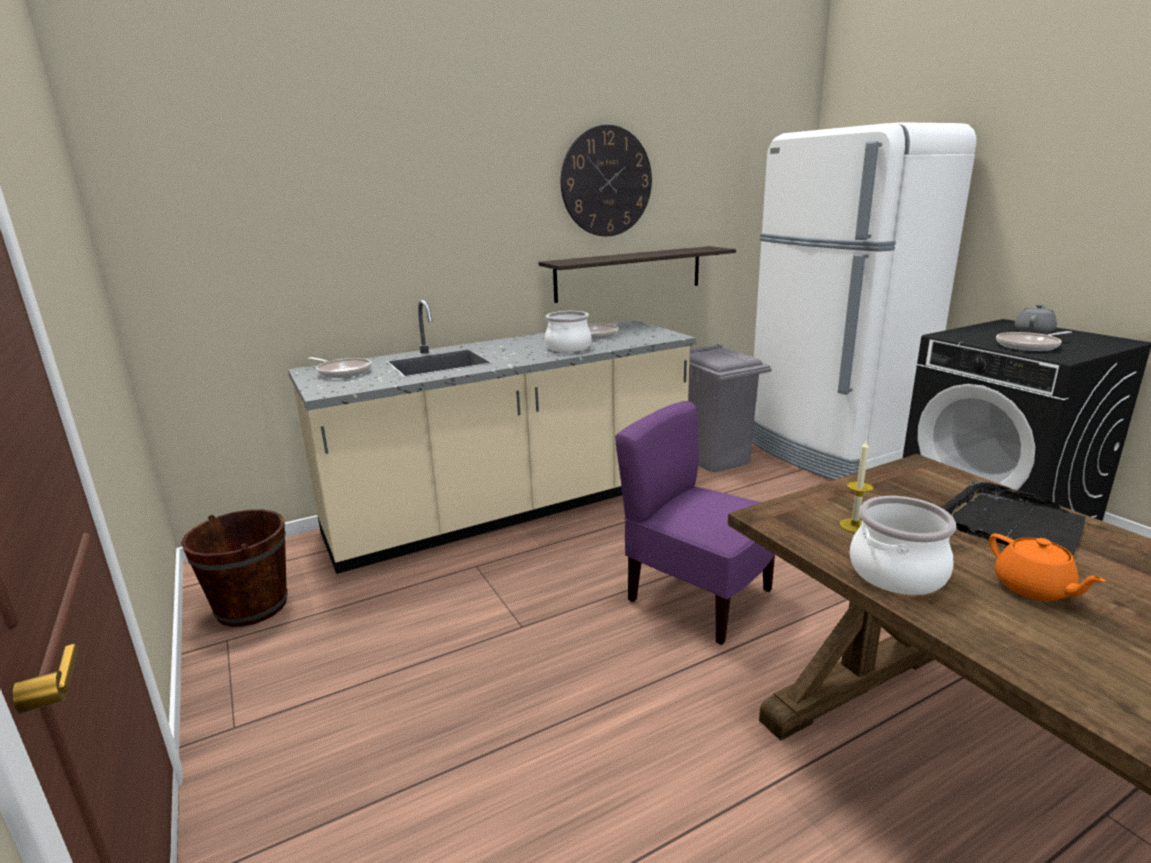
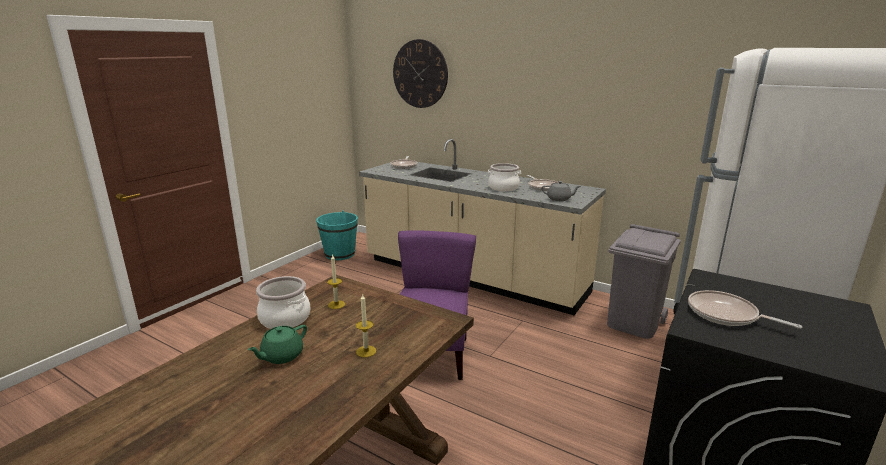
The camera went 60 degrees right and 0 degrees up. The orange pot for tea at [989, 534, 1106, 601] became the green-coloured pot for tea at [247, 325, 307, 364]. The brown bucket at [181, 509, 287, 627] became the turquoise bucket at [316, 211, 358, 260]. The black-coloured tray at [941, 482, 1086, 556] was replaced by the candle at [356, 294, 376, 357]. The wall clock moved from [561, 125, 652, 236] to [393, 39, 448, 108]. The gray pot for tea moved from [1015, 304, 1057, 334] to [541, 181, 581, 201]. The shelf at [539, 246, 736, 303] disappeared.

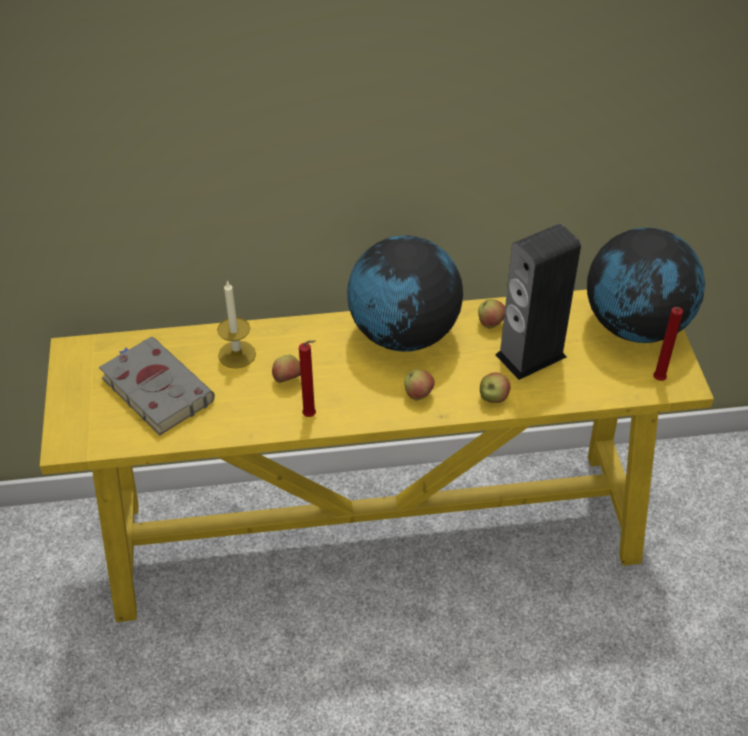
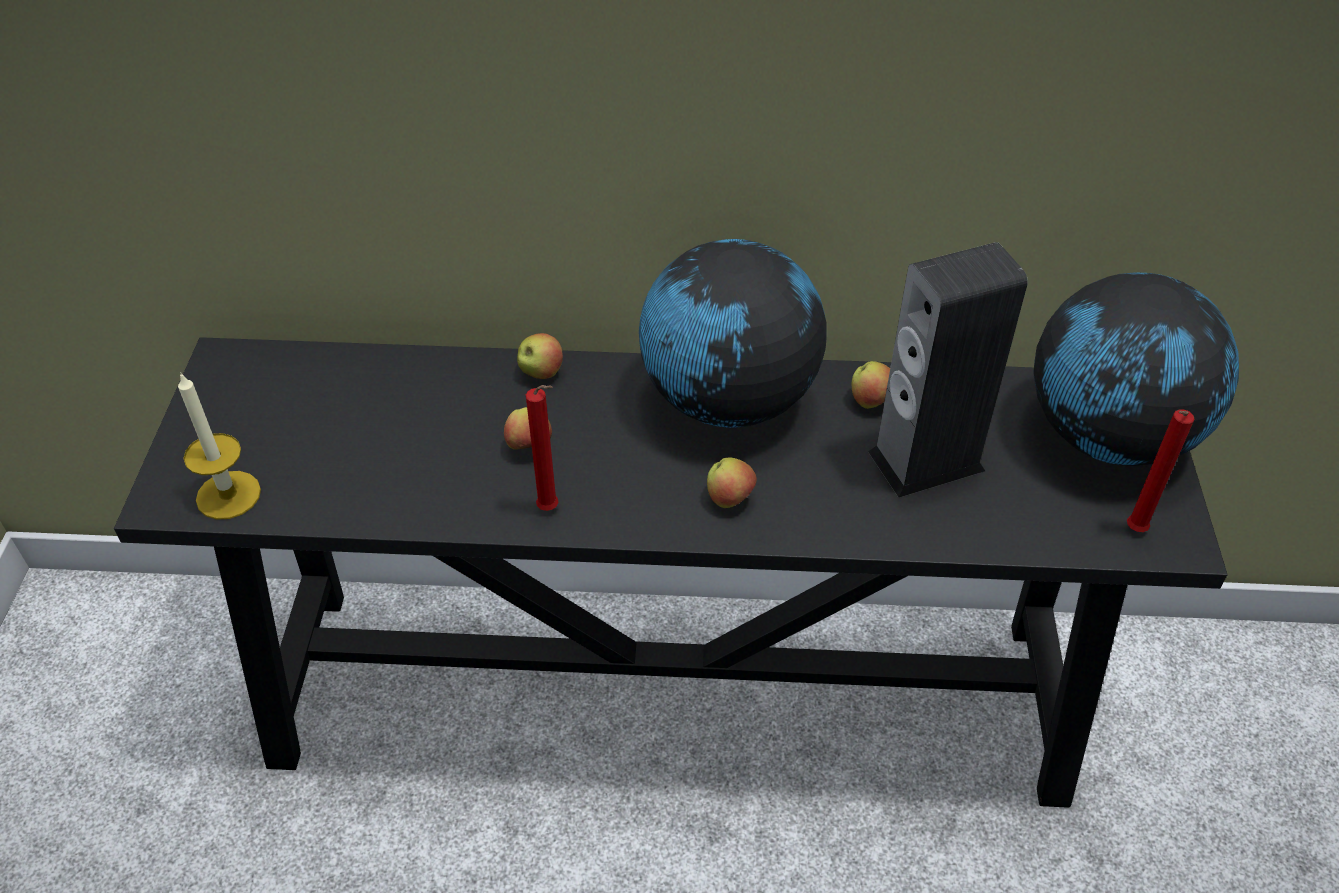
The camera went 10 degrees right and 0 degrees up. The yellow narrow table at [40, 290, 714, 622] became the black-coloured narrow table at [114, 337, 1228, 808]. The candle moved from [217, 280, 256, 369] to [178, 372, 261, 520]. The whole apple moved from [480, 372, 511, 403] to [517, 333, 563, 379]. The gray volume at [99, 336, 215, 435] disappeared.

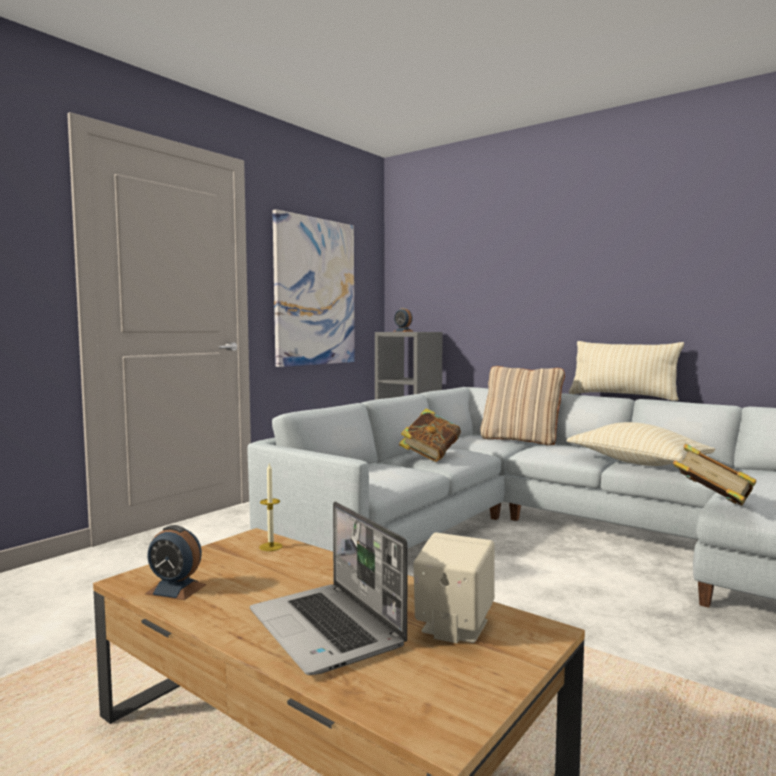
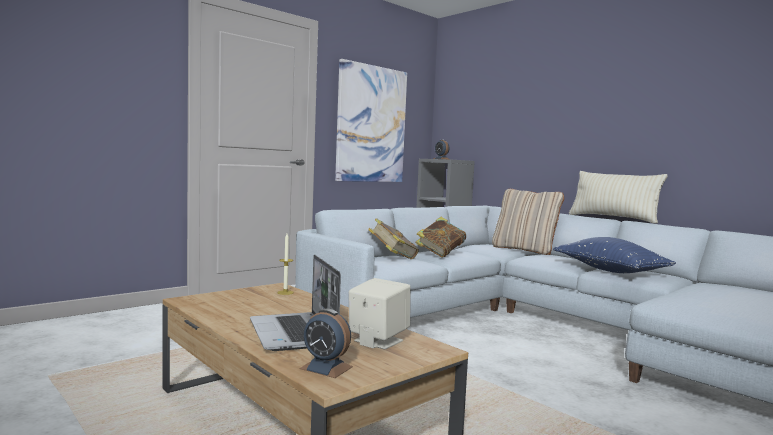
The camera went 10 degrees right and 0 degrees up. The table clock moved from [145, 525, 206, 600] to [300, 309, 353, 378]. The volume moved from [673, 444, 756, 506] to [368, 218, 419, 259]. The beige-coloured cushion at [566, 422, 716, 466] became the blue-coloured cushion at [553, 237, 676, 273].

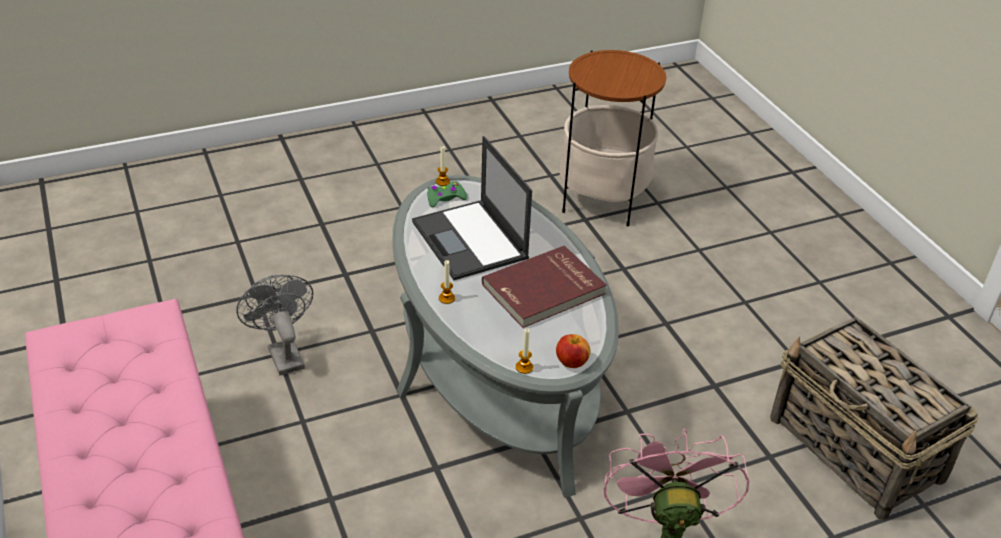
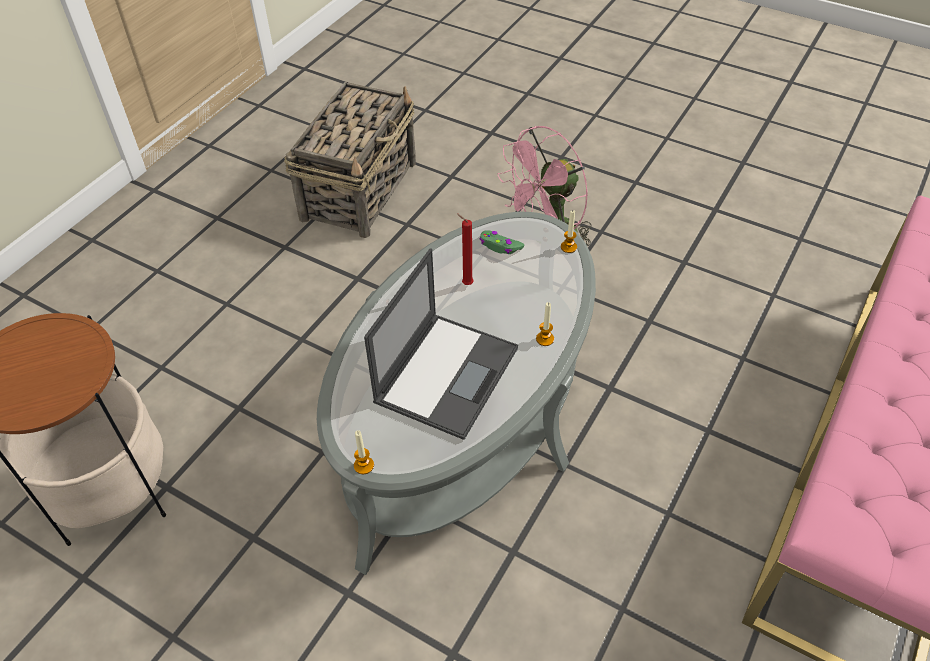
The camera went 125 degrees left and 10 degrees up. The red-coloured volume at [482, 246, 607, 328] was replaced by the red-coloured candle at [457, 214, 473, 285]. The green-coloured game controller moved from [427, 181, 467, 207] to [480, 230, 524, 254]. The gray electric fan at [236, 275, 313, 375] disappeared. The whole apple at [556, 334, 591, 368] disappeared.

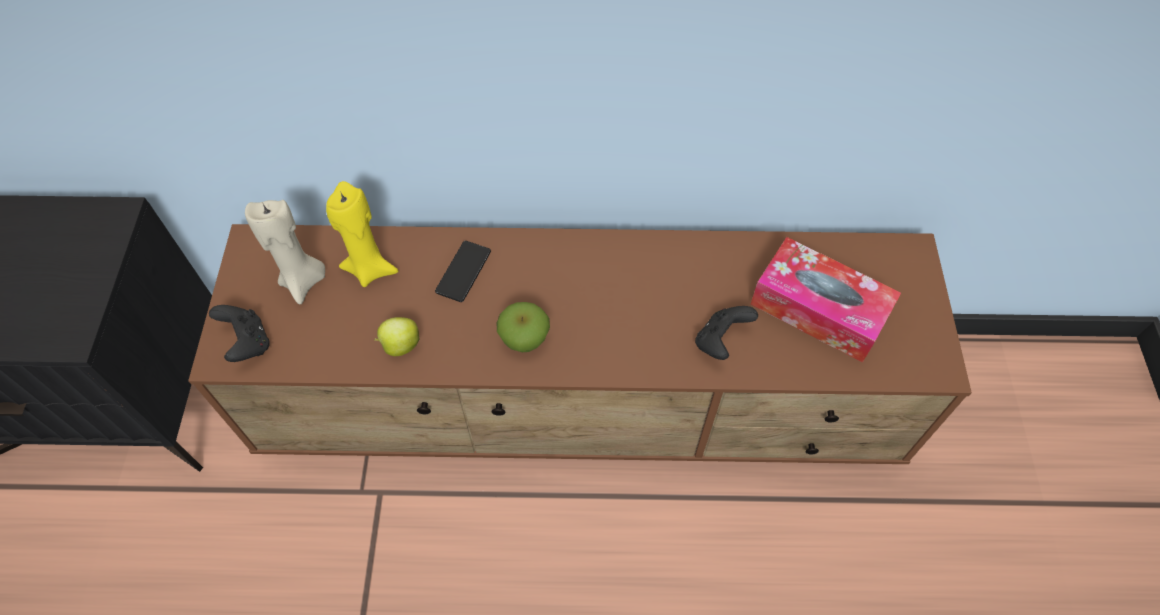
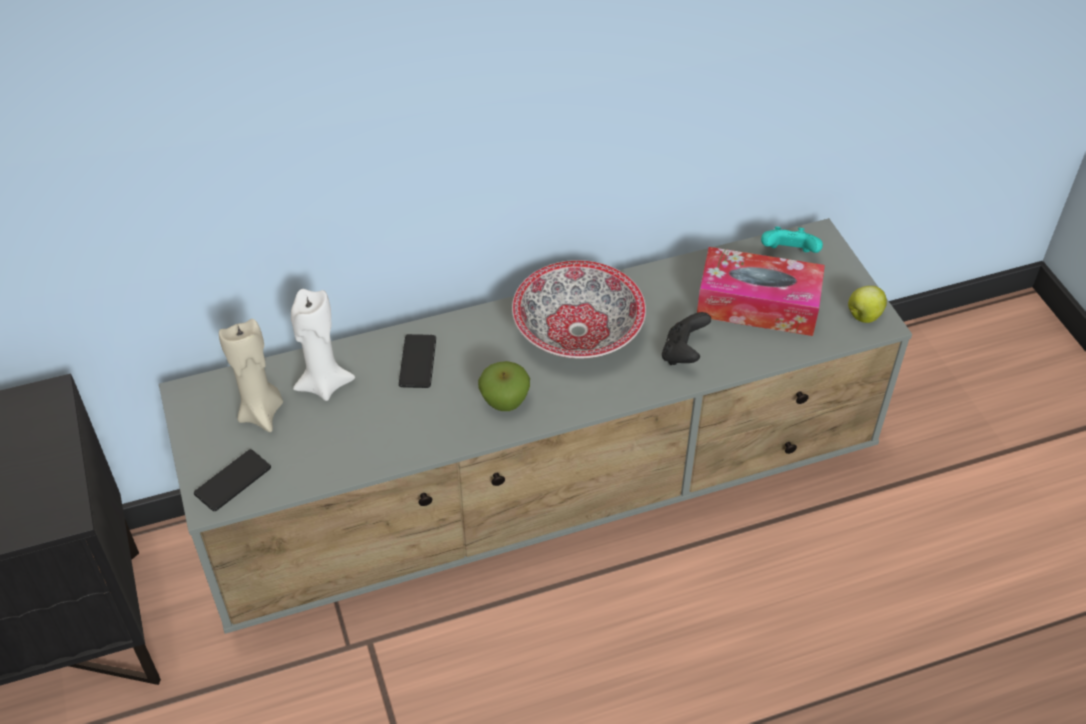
The camera went 20 degrees left and 10 degrees down. The brown media console at [188, 224, 972, 464] became the gray media console at [159, 218, 912, 634]. The black-coloured game controller at [209, 305, 270, 362] was replaced by the phone at [194, 449, 271, 511]. The yellow candle at [326, 181, 398, 287] became the whitish candle at [291, 289, 355, 401]. The serving bowl at [512, 260, 646, 358] appeared. The turquoise game controller at [761, 226, 823, 253] appeared. The whole apple moved from [374, 317, 419, 356] to [848, 286, 887, 323].

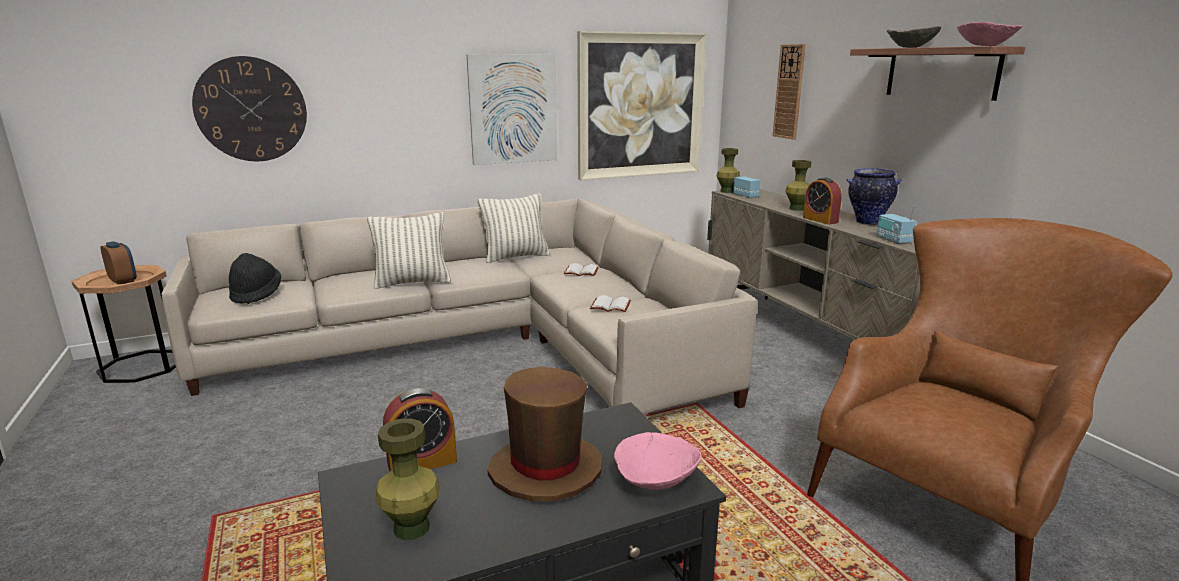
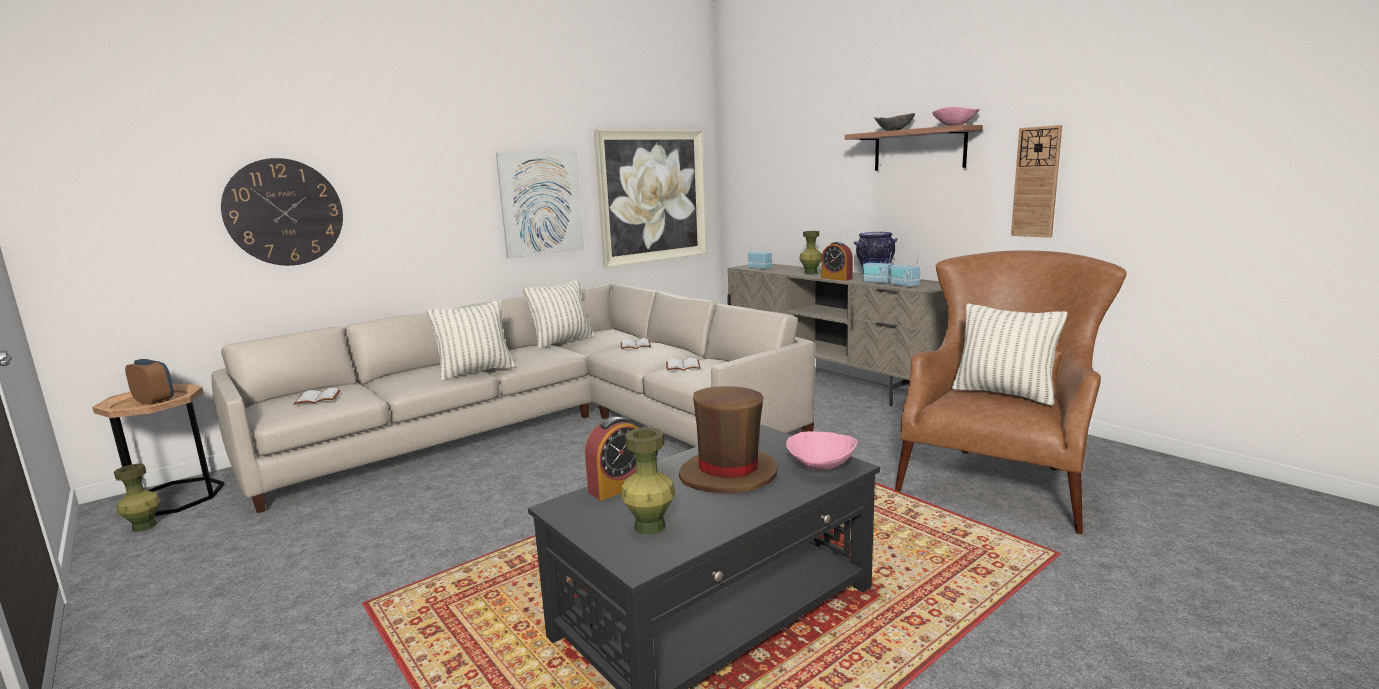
The camera went 15 degrees left and 5 degrees down. The green-coloured decorative vase moved from [716, 148, 740, 193] to [114, 464, 161, 532]. The black-coloured hat at [229, 253, 281, 304] was replaced by the whitish volume at [294, 388, 341, 405]. The radio set at [863, 252, 893, 284] appeared. The cushion at [952, 304, 1067, 406] appeared. The wall clock moved from [773, 44, 806, 139] to [1011, 125, 1062, 238].

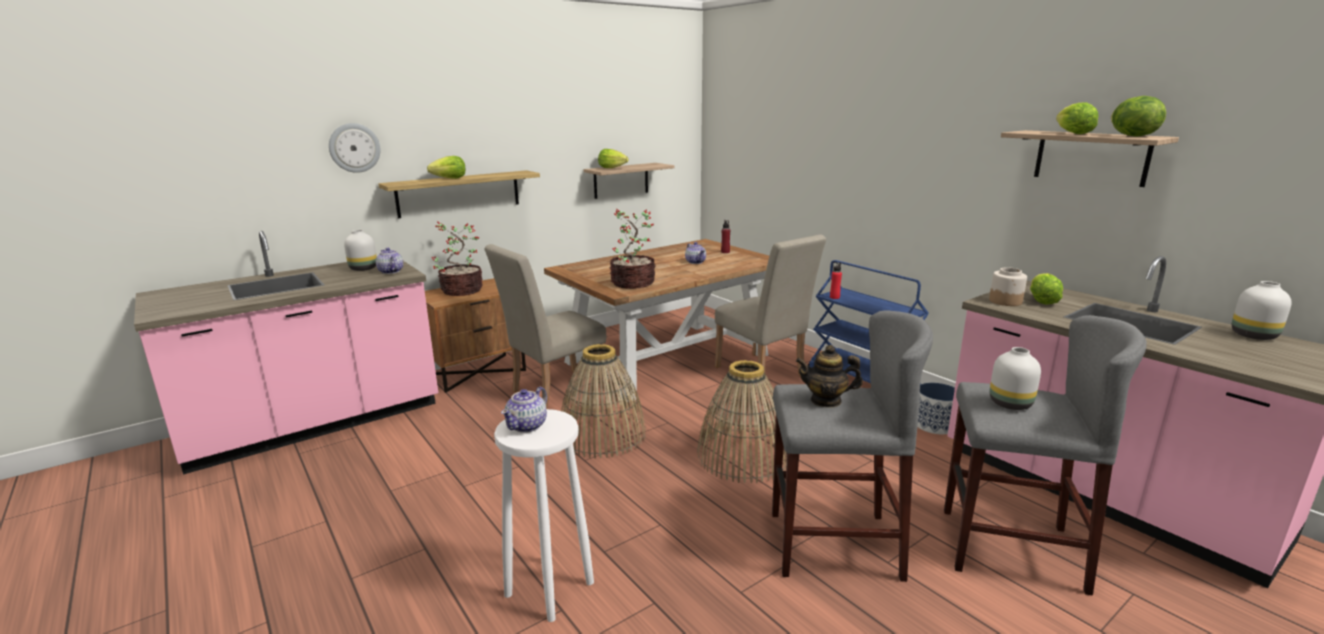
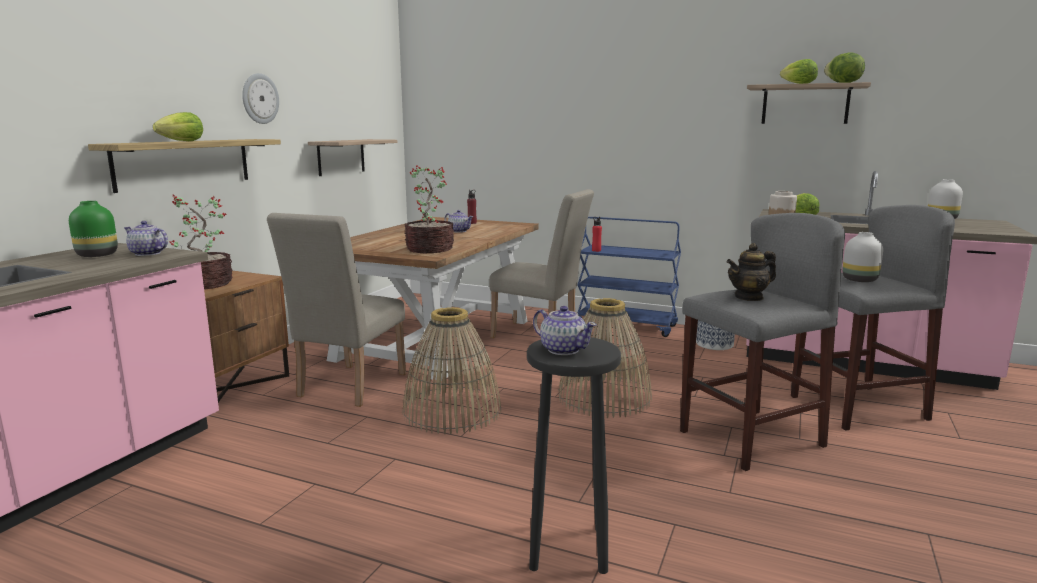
The camera went 30 degrees left and 5 degrees down. The whitish decorative vase at [344, 230, 377, 271] became the green-coloured decorative vase at [69, 201, 118, 257]. The wall clock moved from [329, 123, 381, 173] to [242, 73, 279, 124]. The whitish stool at [494, 409, 594, 622] became the black-coloured stool at [527, 337, 621, 574]. The pot for tea at [501, 387, 547, 433] turned 45 degrees counterclockwise. The lettuce at [598, 149, 628, 168] disappeared.

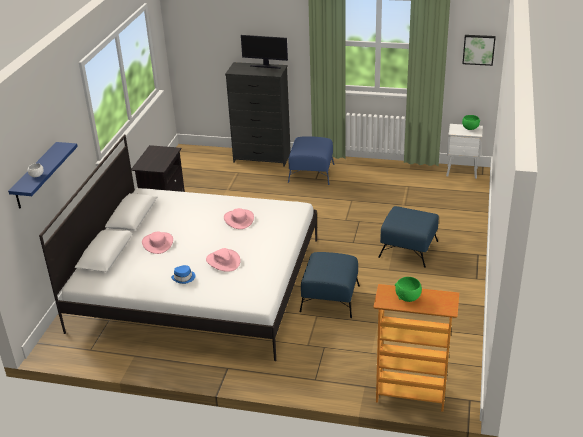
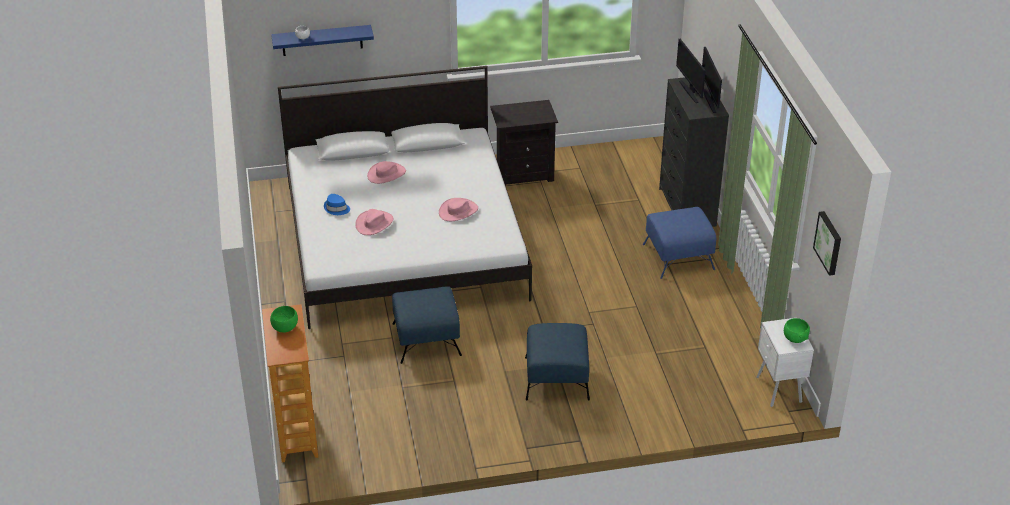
The camera went 65 degrees right and 5 degrees up. The computer display at [676, 39, 706, 103] appeared.

